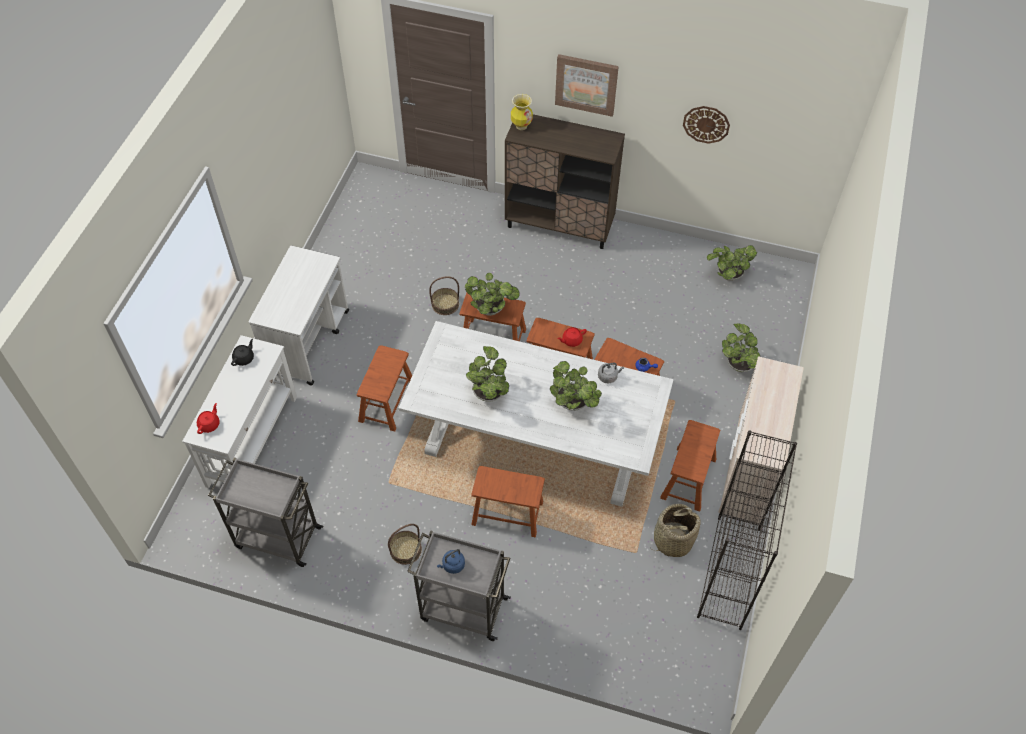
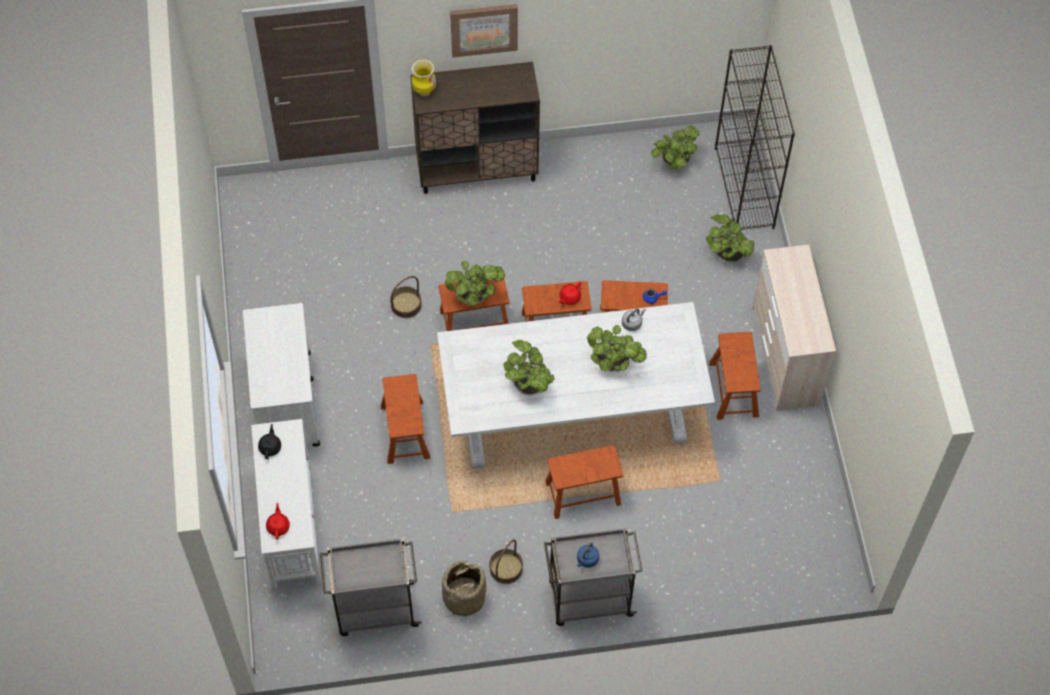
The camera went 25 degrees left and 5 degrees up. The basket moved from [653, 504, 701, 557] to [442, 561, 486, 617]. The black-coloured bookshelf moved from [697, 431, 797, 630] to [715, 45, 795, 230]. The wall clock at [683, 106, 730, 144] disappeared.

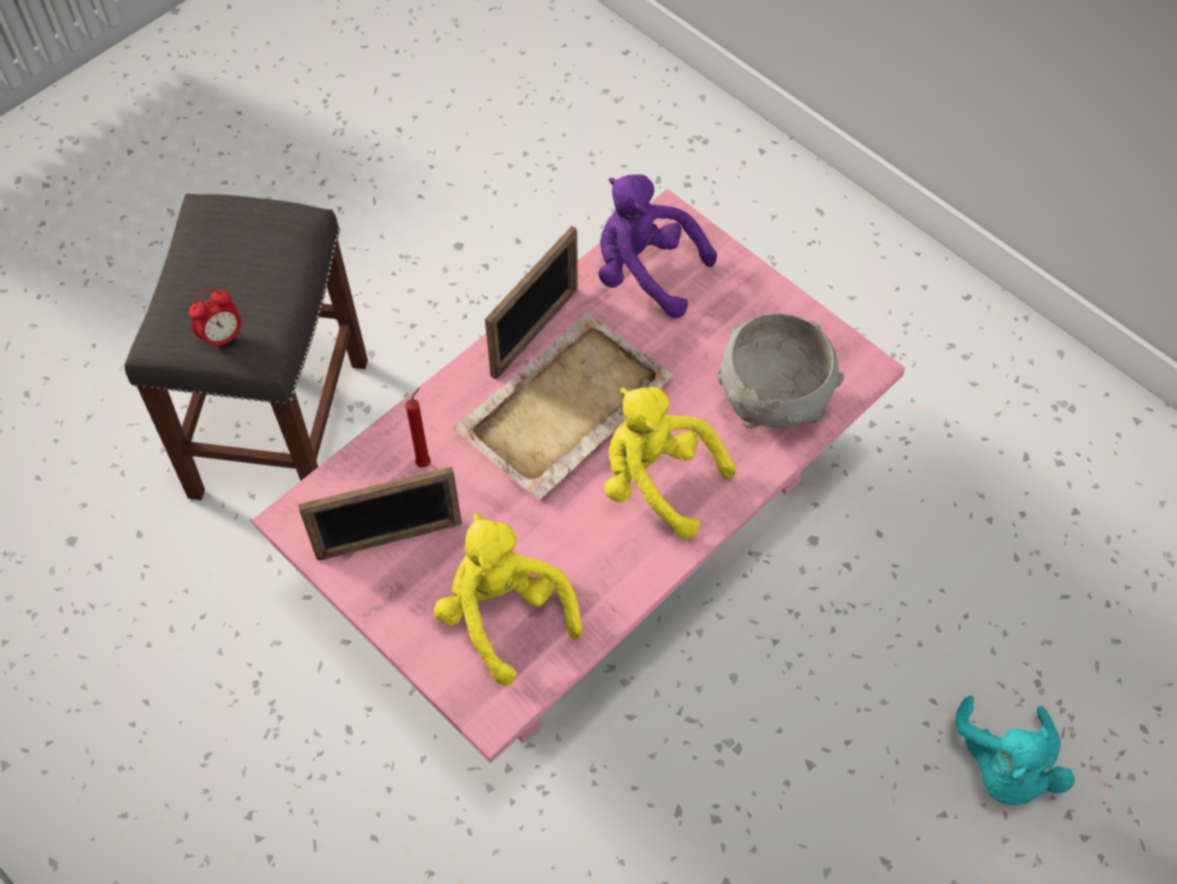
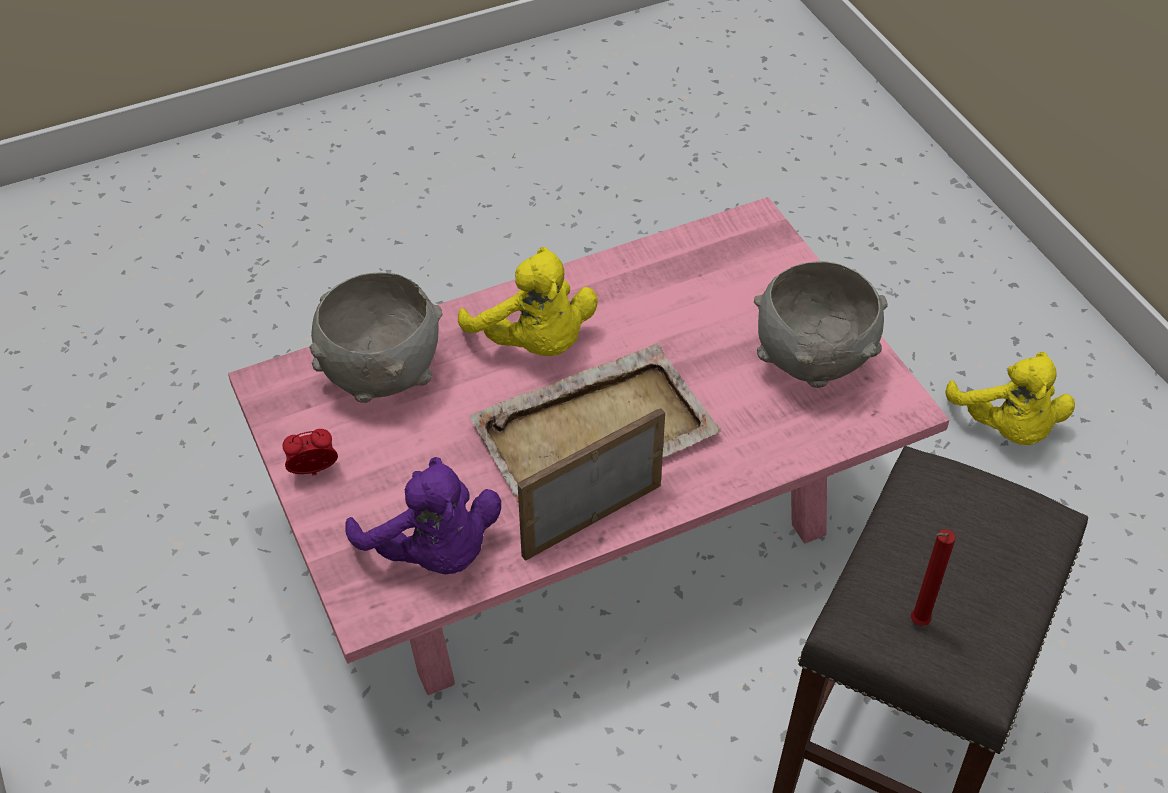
The camera went 160 degrees left and 10 degrees down. The table clock moved from [189, 288, 243, 353] to [282, 429, 338, 476]. The standing frame at [298, 467, 462, 561] was replaced by the gray serving bowl at [754, 261, 888, 388]. The red-coloured candle moved from [406, 387, 431, 468] to [911, 529, 956, 626]. The yellow plush toy moved from [434, 514, 582, 686] to [945, 352, 1075, 445]. The turquoise plush toy at [955, 696, 1075, 805] disappeared.

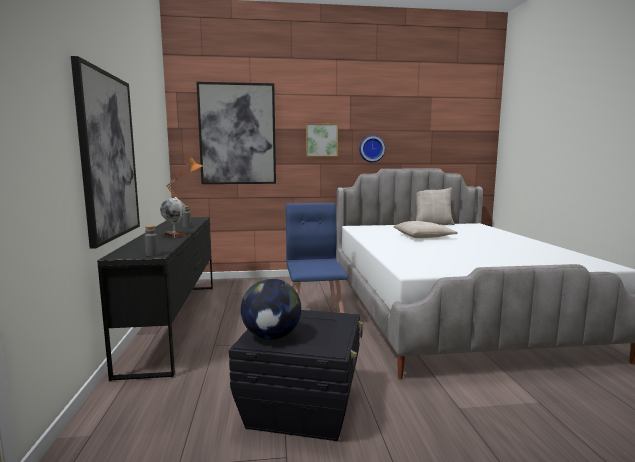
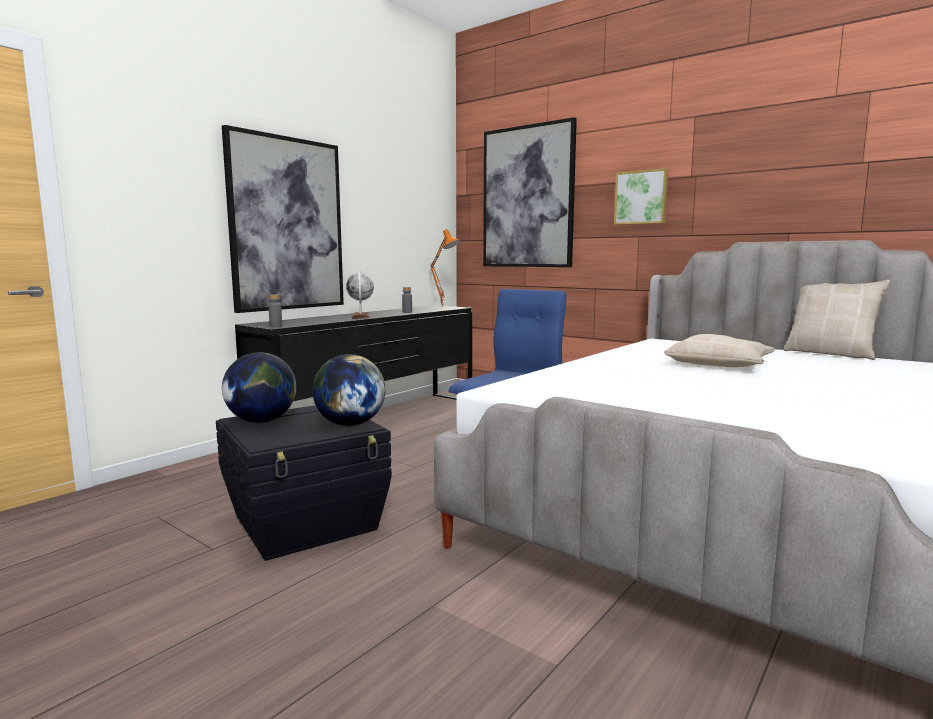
The camera went 45 degrees right and 0 degrees up. The desk globe at [312, 354, 385, 426] appeared. The wall clock at [359, 135, 385, 162] disappeared.

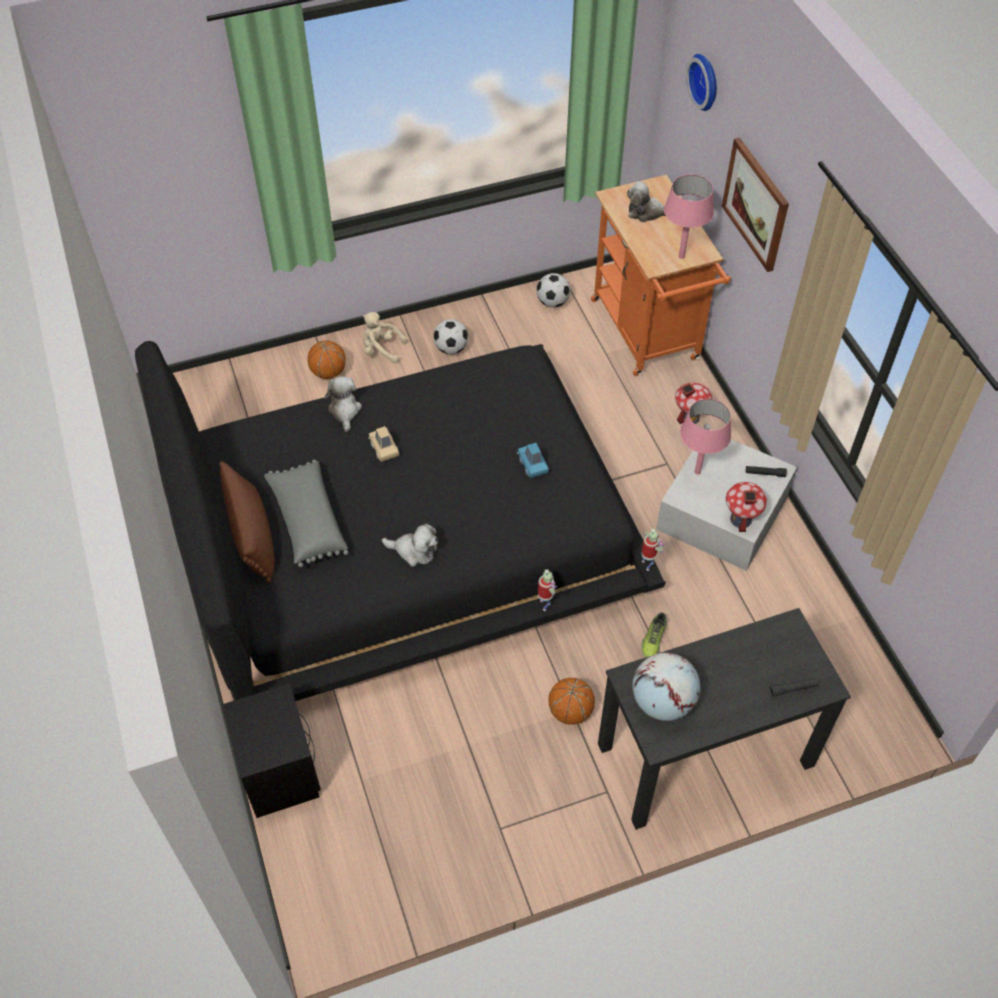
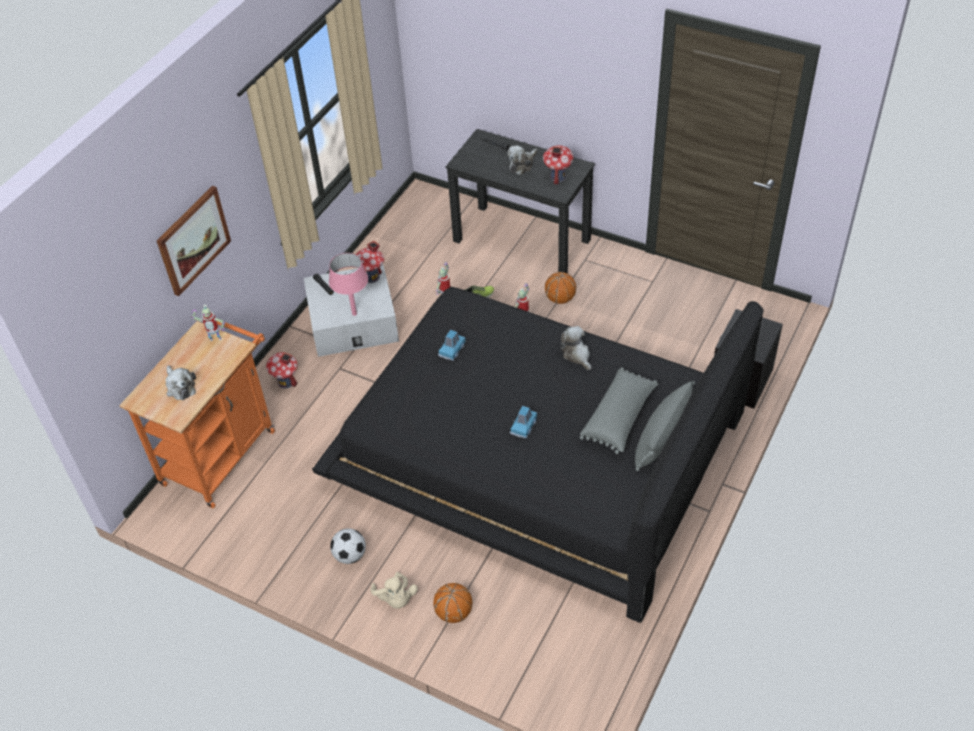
The camera went 130 degrees left and 5 degrees down. The pink-coloured lamp for a table at [664, 175, 714, 259] was replaced by the toy robot at [192, 305, 225, 341]. The plush toy moved from [324, 376, 362, 432] to [508, 146, 537, 175]. The beige-coloured toy car at [368, 426, 399, 462] became the blue-coloured toy car at [510, 406, 537, 438]. The desk globe at [632, 653, 700, 721] was replaced by the miniature house at [543, 145, 573, 185]. The brown cushion at [219, 461, 275, 583] became the gray cushion at [635, 381, 695, 471]. The football ball at [536, 273, 570, 308] disappeared. The wall clock at [686, 54, 717, 111] disappeared.

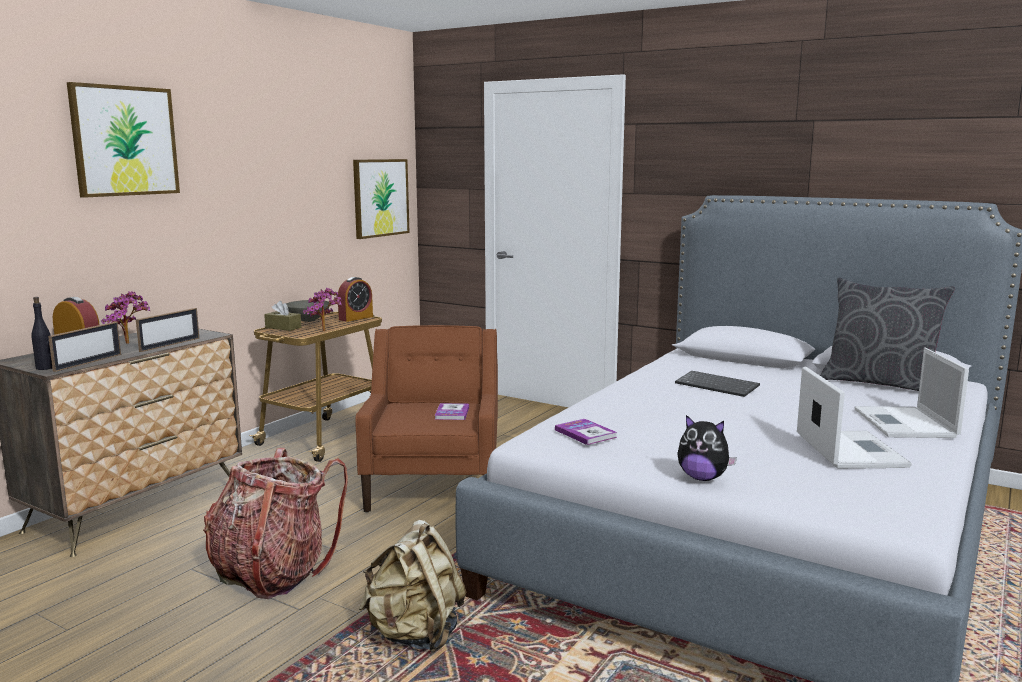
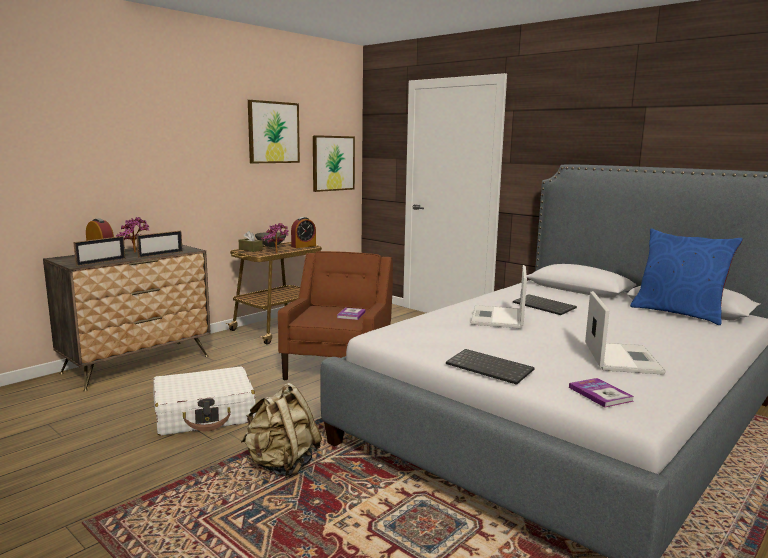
The camera went 10 degrees right and 0 degrees up. The backpack at [203, 448, 348, 599] was replaced by the whitish piece of luggage at [153, 367, 256, 436]. The picture moved from [67, 82, 180, 198] to [248, 100, 300, 163]. The plush toy at [677, 415, 737, 481] was replaced by the computer keyboard at [446, 349, 535, 385]. The portable computer moved from [855, 347, 969, 438] to [471, 265, 527, 328]. The volume moved from [555, 419, 617, 445] to [569, 378, 635, 407]. The gray cushion at [820, 277, 955, 391] became the blue-coloured cushion at [630, 228, 743, 325]. The black-coloured bottle at [31, 297, 52, 370] disappeared.

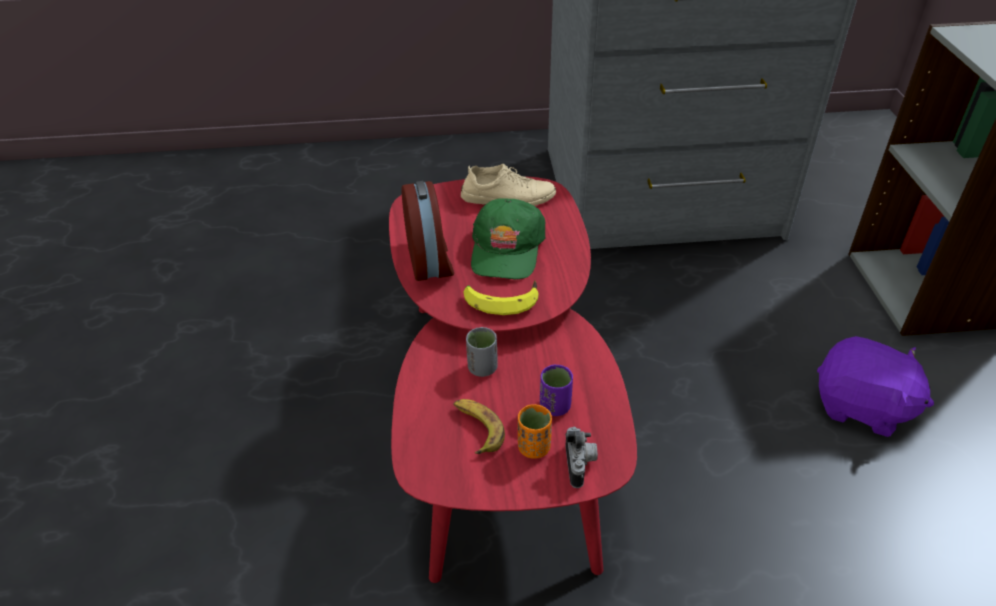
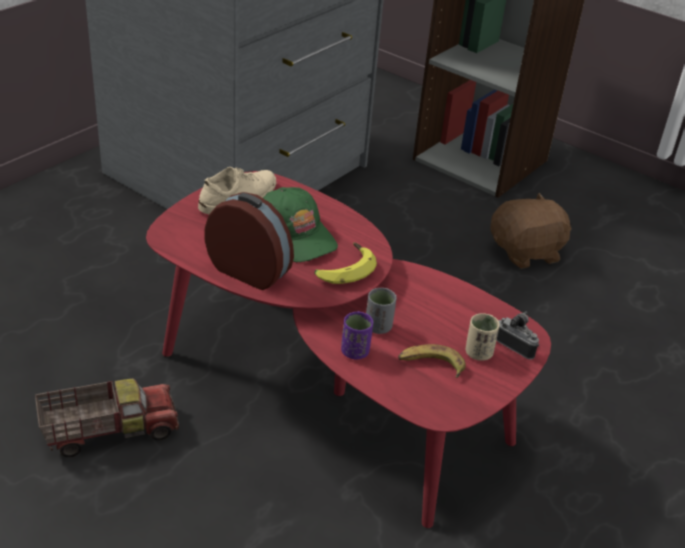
The camera went 50 degrees left and 5 degrees down. The toy lorry at [35, 378, 179, 457] appeared. The purple-coloured cup moved from [540, 365, 573, 416] to [341, 311, 373, 359]. The orange cup at [518, 404, 552, 459] became the beige-coloured cup at [465, 313, 500, 361]. The purple-coloured plush toy at [817, 336, 934, 437] became the brown plush toy at [490, 193, 572, 269].

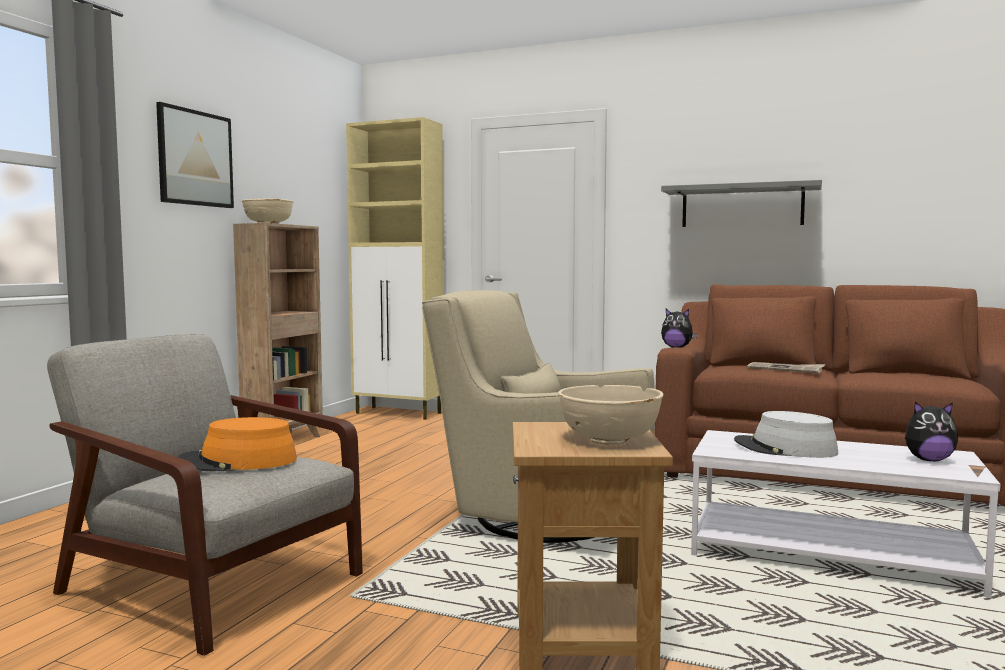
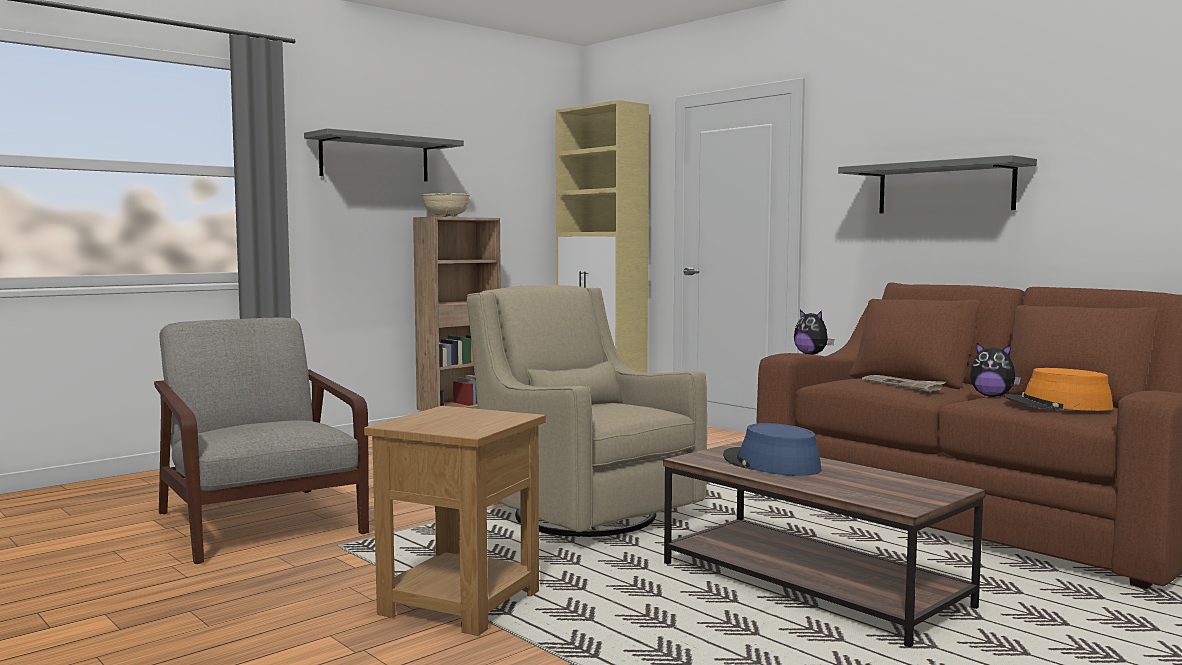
The camera went 25 degrees right and 0 degrees up. The picture at [156, 102, 234, 208] was replaced by the gray shelf at [304, 128, 464, 181]. The whitish low table at [691, 430, 1001, 598] became the brown low table at [663, 441, 986, 647]. The gray hat at [734, 411, 839, 458] became the blue-coloured hat at [723, 423, 821, 476]. The plush toy moved from [904, 402, 958, 461] to [970, 343, 1021, 397]. The orange hat moved from [178, 417, 297, 471] to [1003, 368, 1113, 411]. The beige-coloured serving bowl at [558, 385, 663, 445] disappeared.

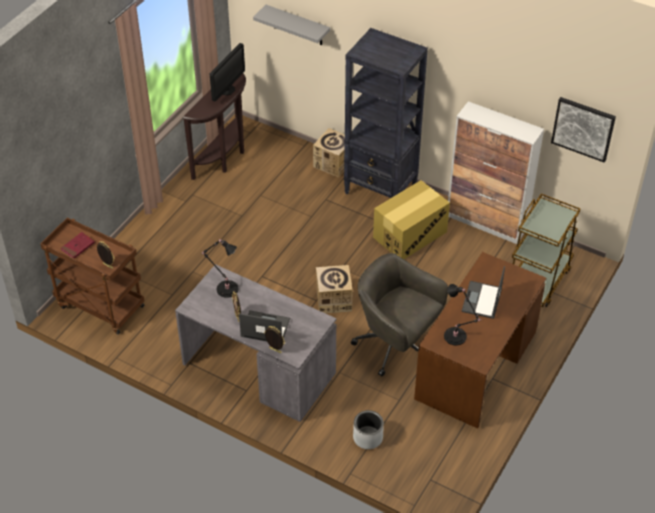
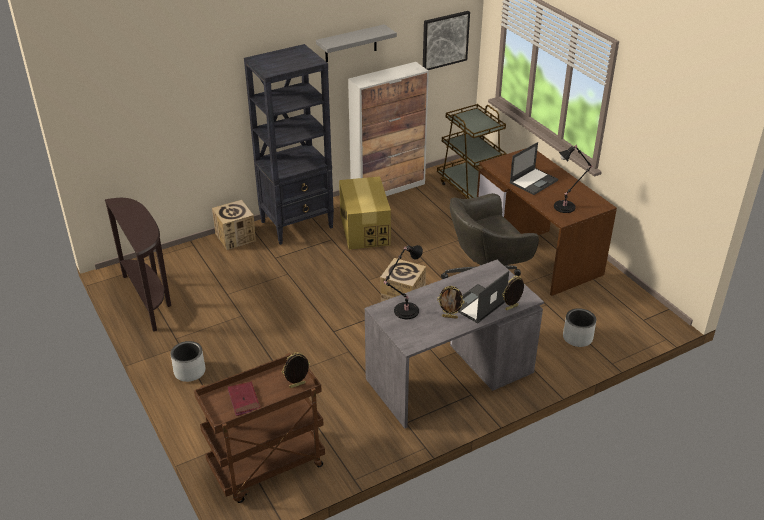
The camera went 60 degrees left and 10 degrees down. The gray plant pot at [170, 341, 205, 382] appeared. The gray shelf moved from [253, 5, 330, 45] to [316, 24, 397, 62]. The portable computer at [461, 266, 505, 319] turned 90 degrees counterclockwise. The computer display at [210, 43, 245, 101] disappeared.

